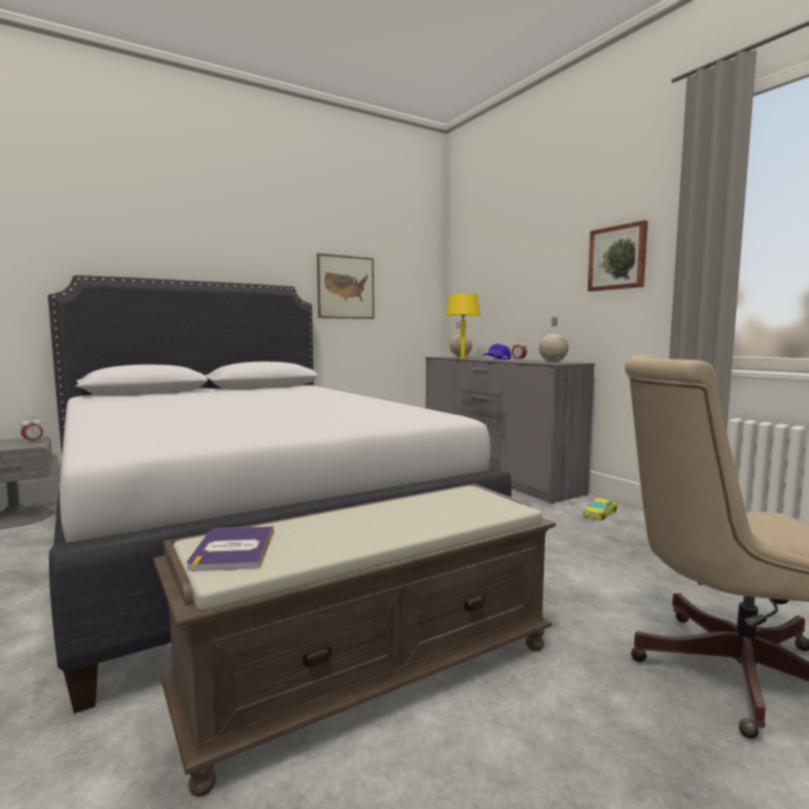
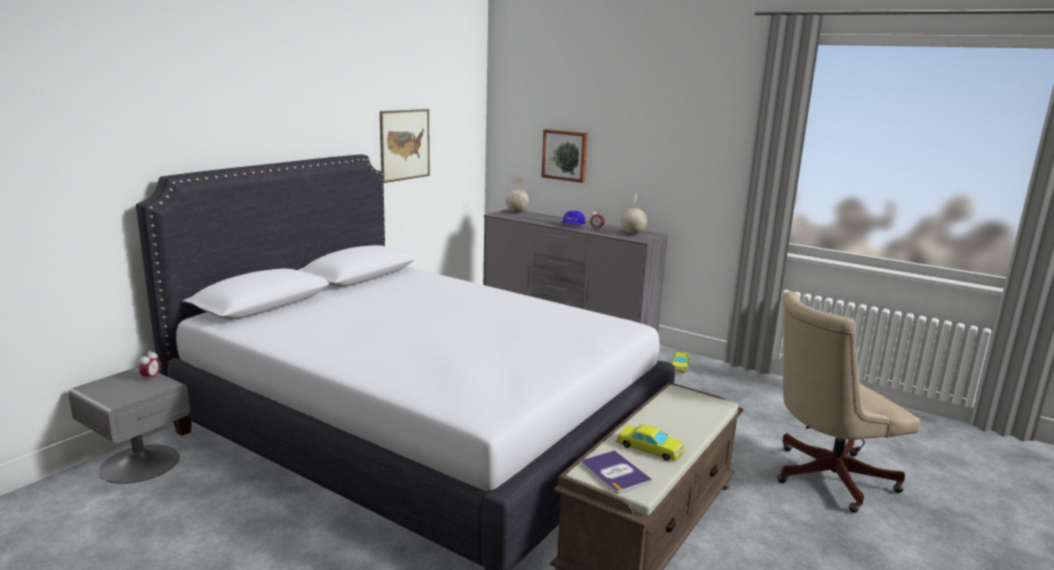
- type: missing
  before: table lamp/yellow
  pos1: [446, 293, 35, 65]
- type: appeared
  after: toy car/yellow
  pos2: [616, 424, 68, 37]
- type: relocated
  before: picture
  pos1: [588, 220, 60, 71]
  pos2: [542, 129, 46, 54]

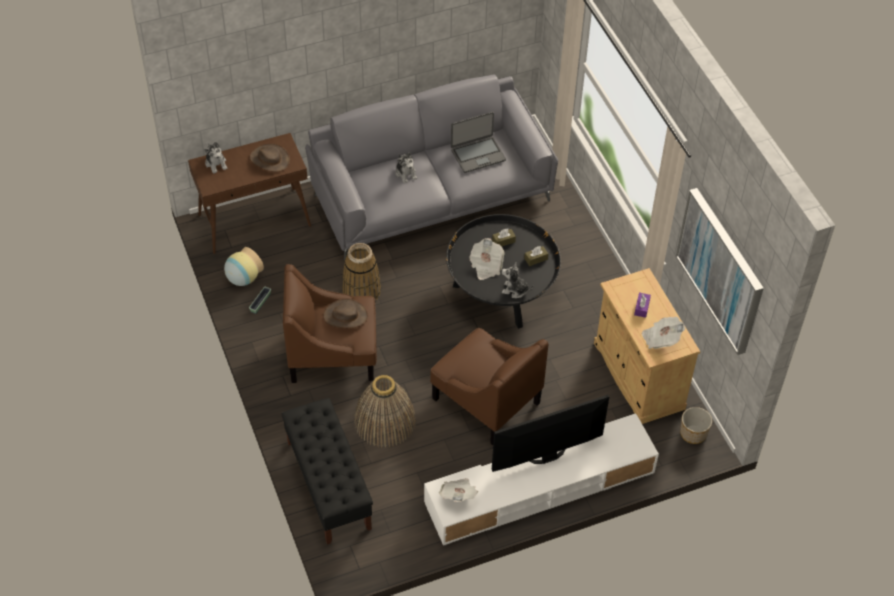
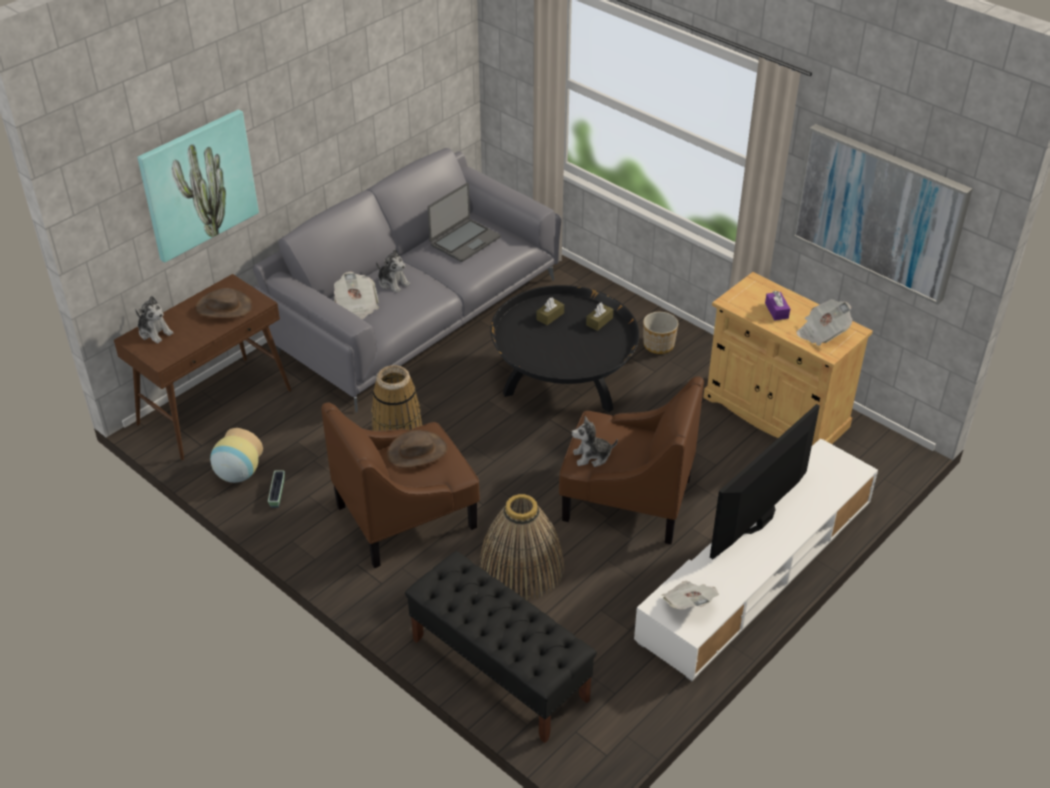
- type: appeared
  after: picture
  pos2: [137, 109, 122, 154]
- type: relocated
  before: newspaper
  pos1: [469, 238, 36, 42]
  pos2: [334, 272, 45, 47]
- type: relocated
  before: plush toy
  pos1: [502, 262, 32, 36]
  pos2: [571, 416, 47, 51]
- type: relocated
  before: planter
  pos1: [680, 407, 32, 37]
  pos2: [643, 312, 35, 42]

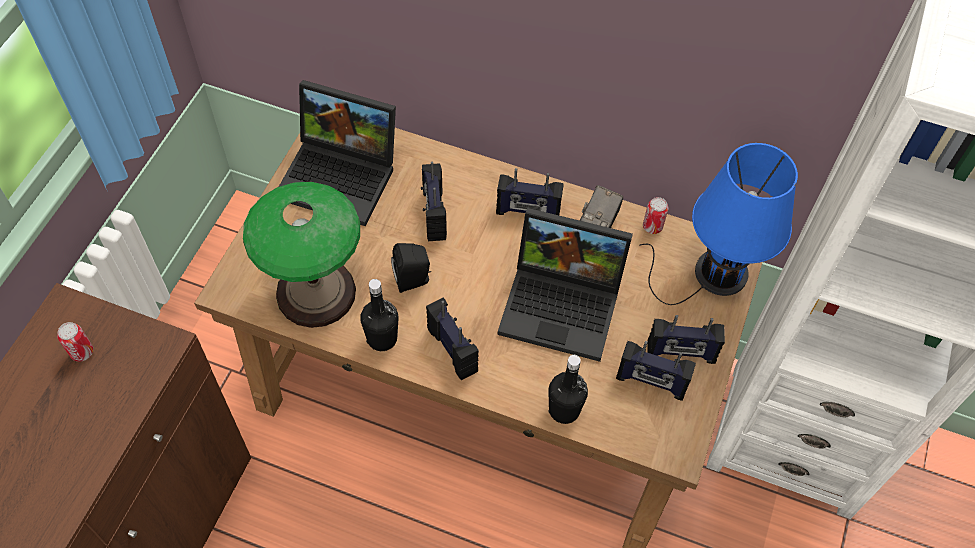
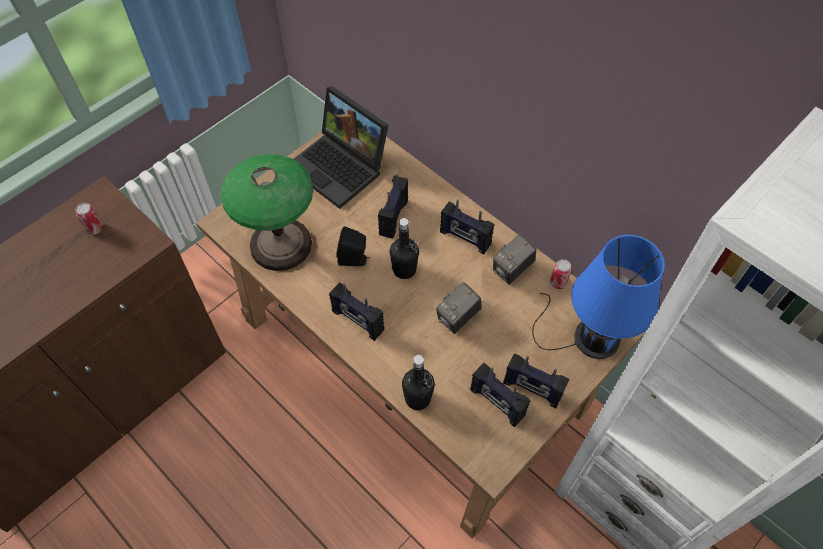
- type: relocated
  before: bottle/black
  pos1: [360, 279, 39, 72]
  pos2: [390, 218, 29, 61]
- type: exchanged
  before: laptop
  after: photo camera
  pos1: [497, 208, 136, 154]
  pos2: [436, 282, 46, 52]
- type: spun
  before: radio
  pos1: [426, 298, 53, 82]
  pos2: [329, 283, 56, 58]
  turn: 135

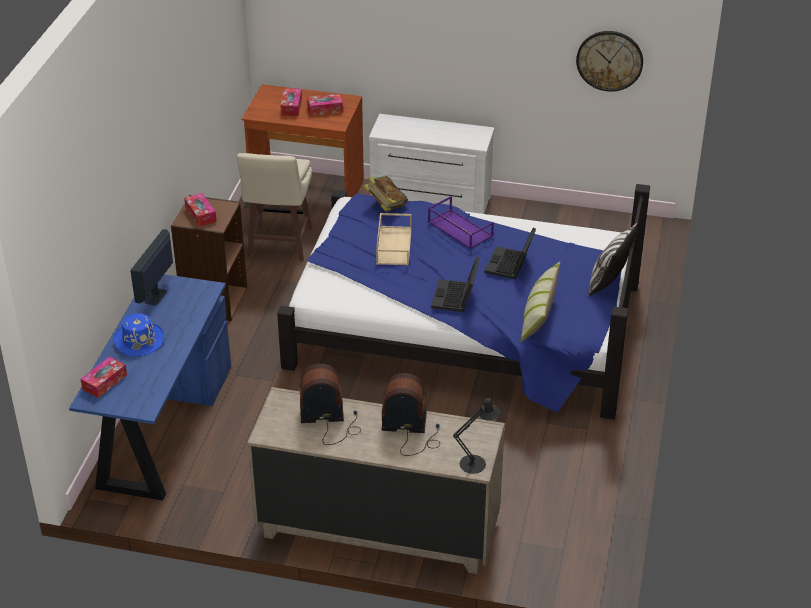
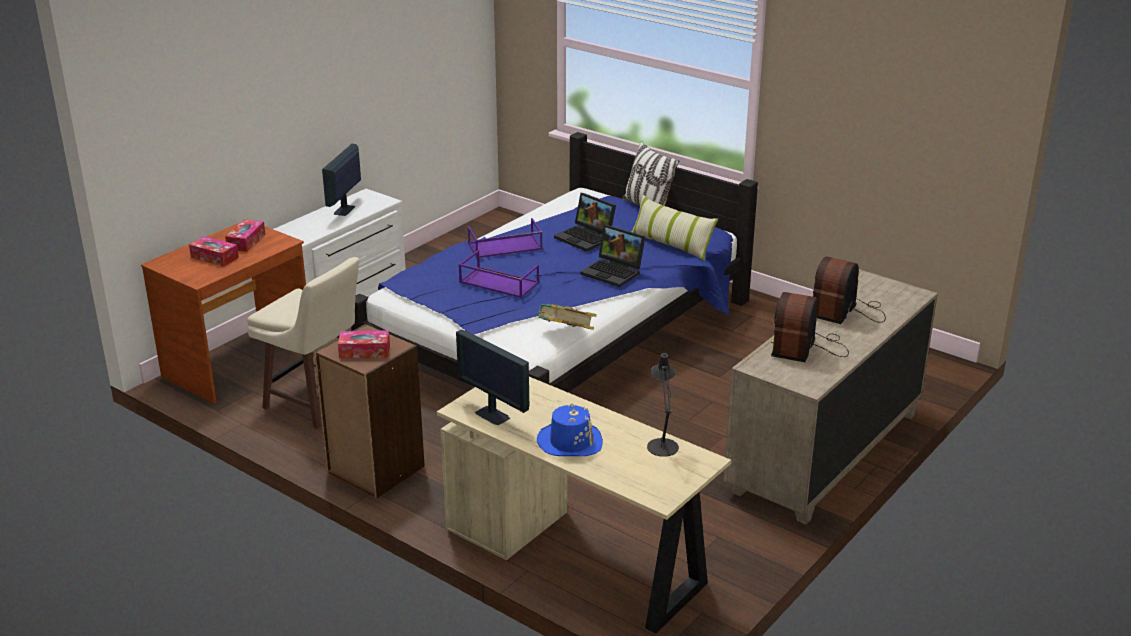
- type: missing
  before: tissue box
  pos1: [80, 356, 47, 42]
- type: missing
  before: wall clock
  pos1: [576, 31, 67, 61]
- type: appeared
  after: monitor
  pos2: [322, 144, 39, 72]
- type: relocated
  before: book
  pos1: [363, 176, 45, 36]
  pos2: [536, 304, 61, 26]
- type: relocated
  before: table lamp/black
  pos1: [453, 397, 47, 77]
  pos2: [647, 352, 32, 105]
- type: colour
  before: desk/blue
  after: desk/beige
  pos1: [69, 274, 162, 227]
  pos2: [437, 377, 294, 256]
- type: colour
  before: tray/beige
  after: tray/purple
  pos1: [376, 213, 36, 52]
  pos2: [458, 250, 81, 48]

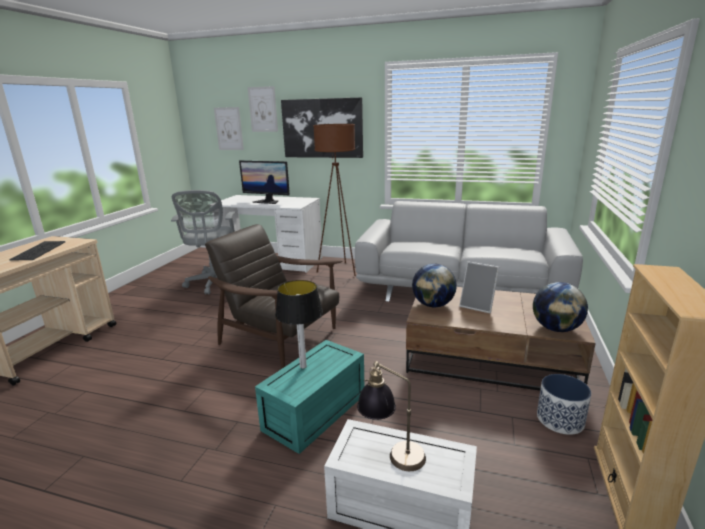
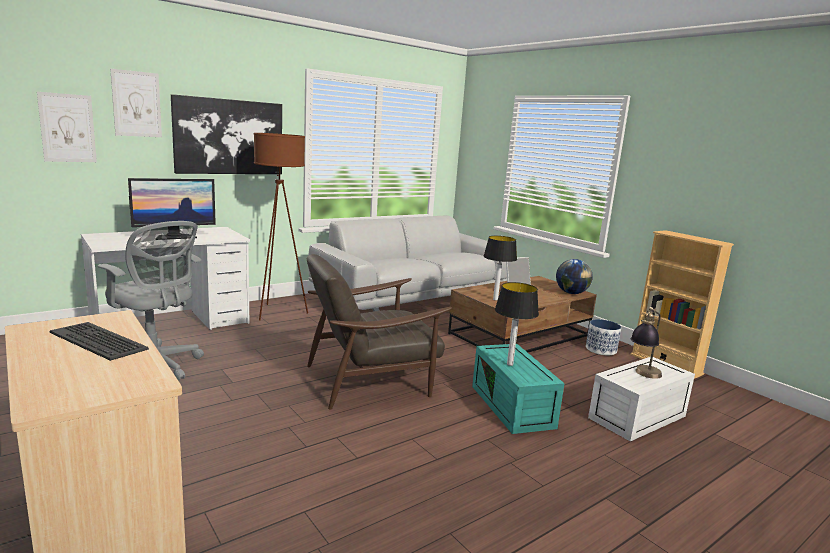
- type: exchanged
  before: globe
  after: table lamp
  pos1: [412, 264, 45, 43]
  pos2: [483, 236, 34, 65]

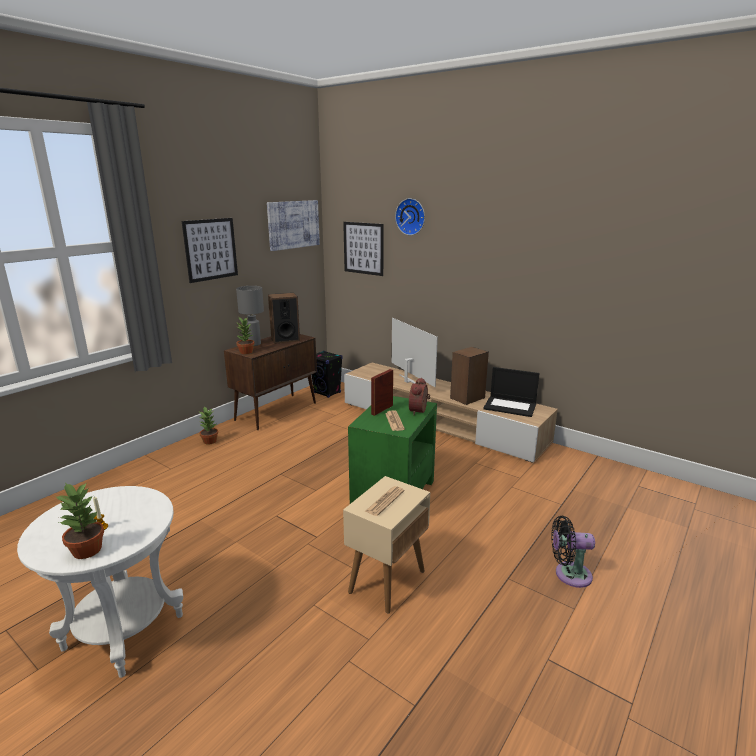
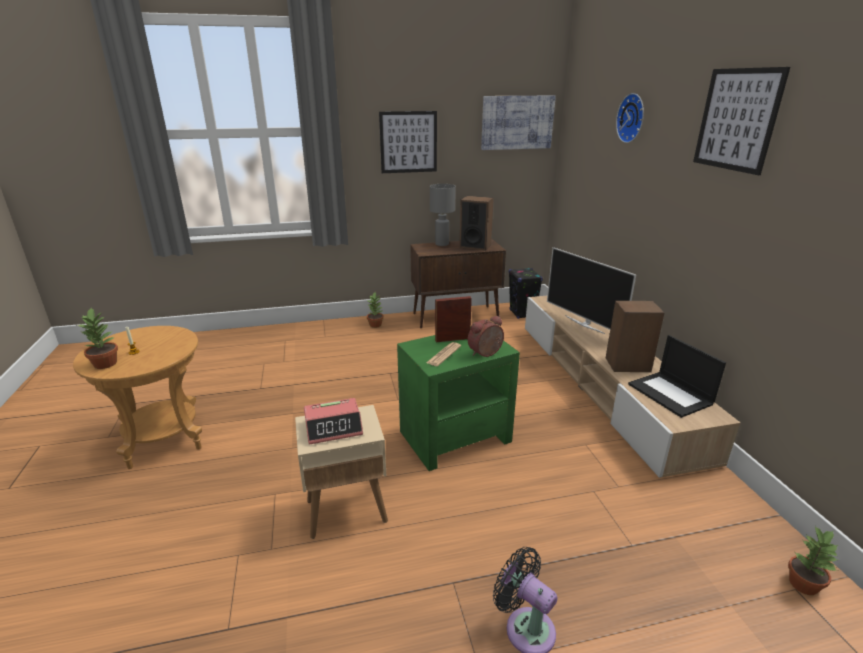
- type: relocated
  before: potted plant
  pos1: [236, 318, 19, 36]
  pos2: [788, 526, 50, 69]
- type: relocated
  before: picture
  pos1: [343, 222, 41, 54]
  pos2: [693, 67, 97, 108]
- type: exchanged
  before: newspaper
  after: alarm clock
  pos1: [365, 486, 39, 30]
  pos2: [304, 398, 59, 47]
- type: colour
  before: side table/white
  after: side table/brown
  pos1: [17, 486, 166, 192]
  pos2: [73, 326, 129, 143]
- type: spun
  before: television
  pos1: [392, 318, 46, 69]
  pos2: [547, 247, 89, 87]
  turn: 135

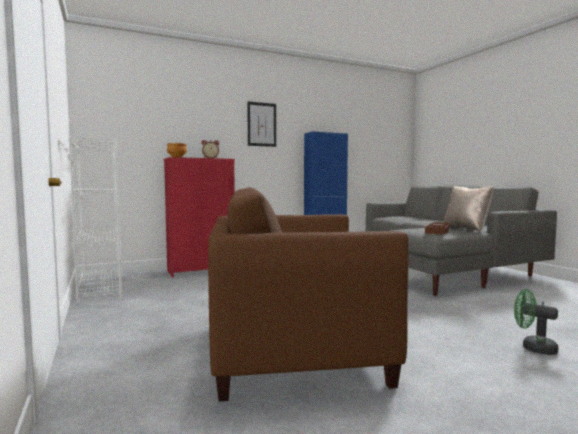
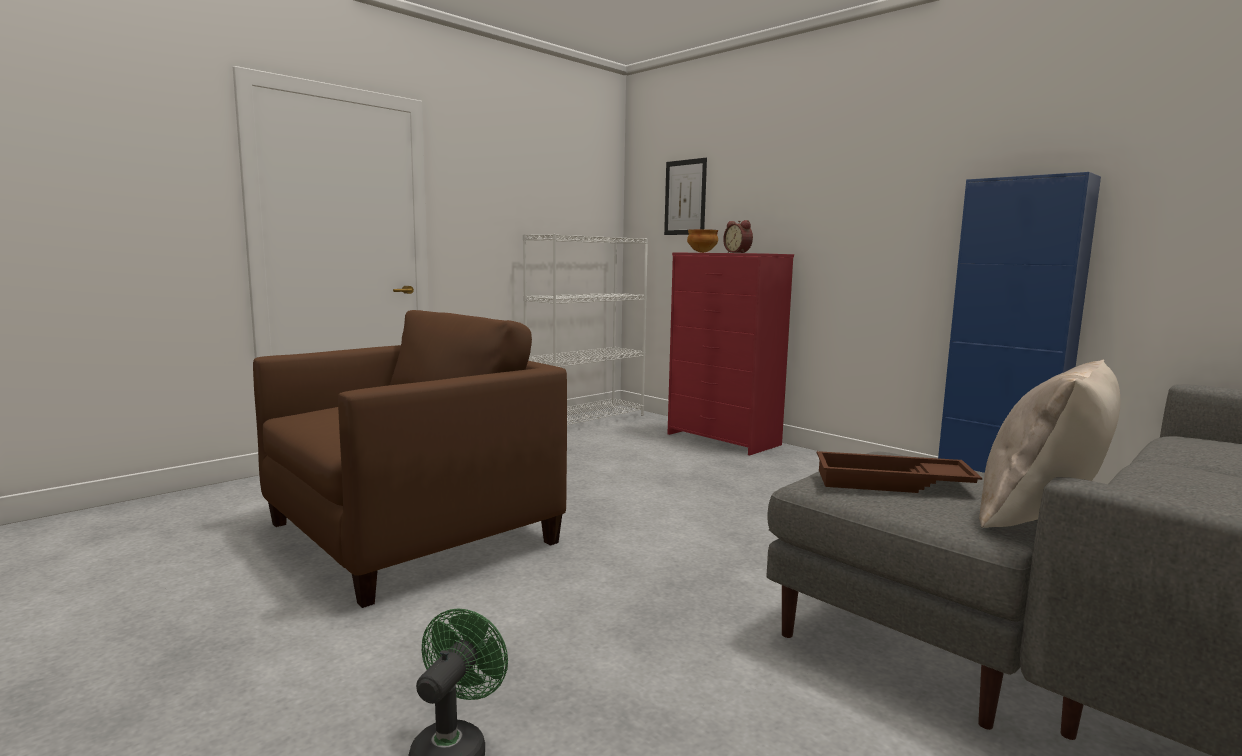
- type: relocated
  before: picture
  pos1: [247, 101, 29, 46]
  pos2: [664, 158, 43, 77]
- type: spun
  before: armchair/brown
  pos1: [208, 187, 201, 215]
  pos2: [253, 310, 314, 298]
  turn: 75

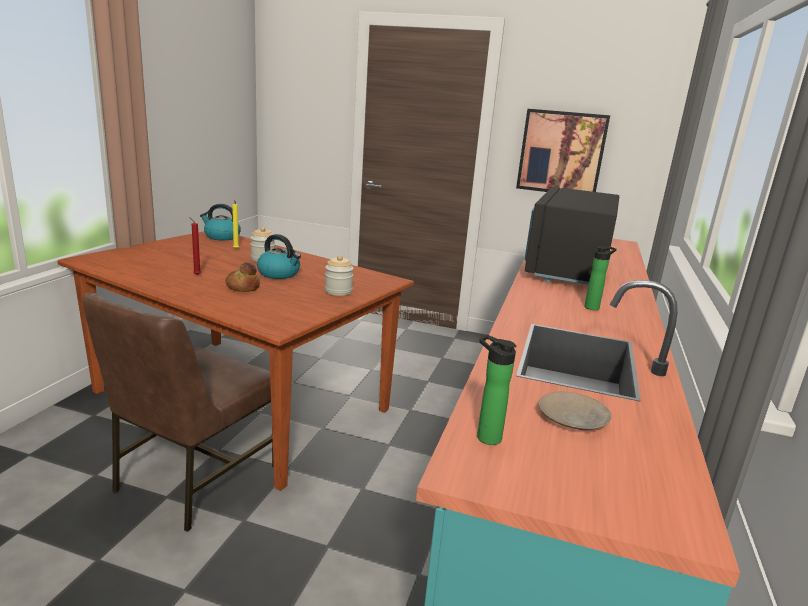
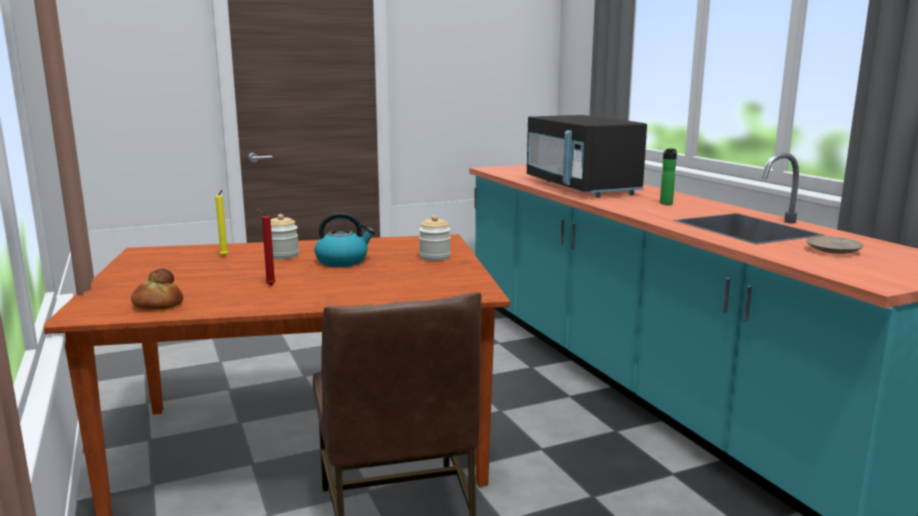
- type: missing
  before: kettle
  pos1: [200, 204, 41, 36]
- type: missing
  before: bottle
  pos1: [477, 335, 40, 110]
- type: missing
  before: picture
  pos1: [516, 109, 94, 83]
- type: relocated
  before: bread
  pos1: [225, 262, 35, 30]
  pos2: [131, 268, 52, 42]

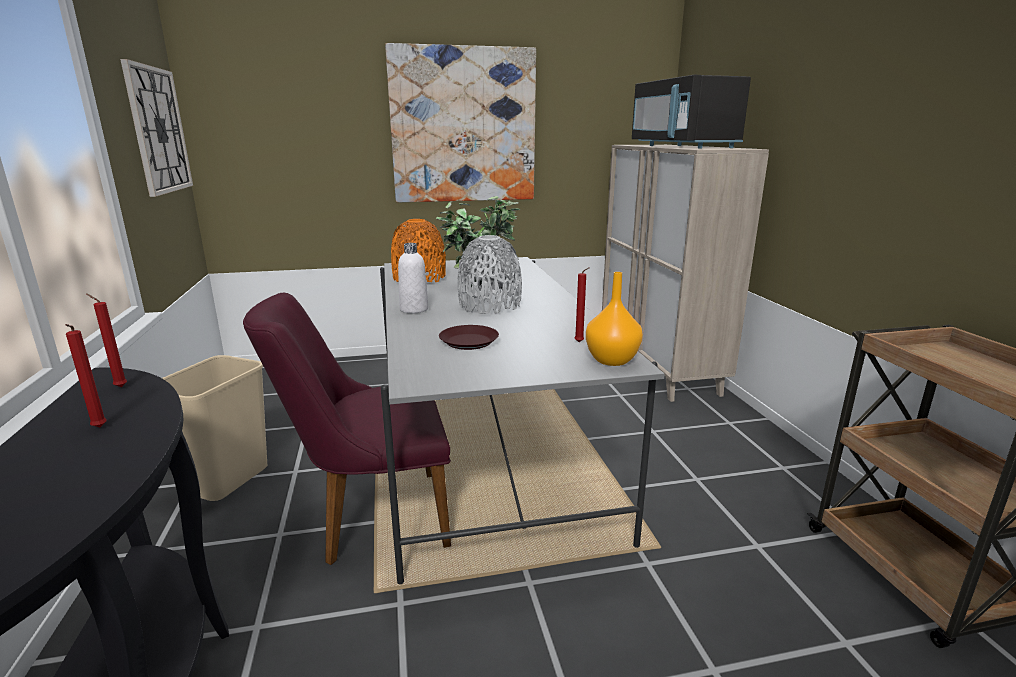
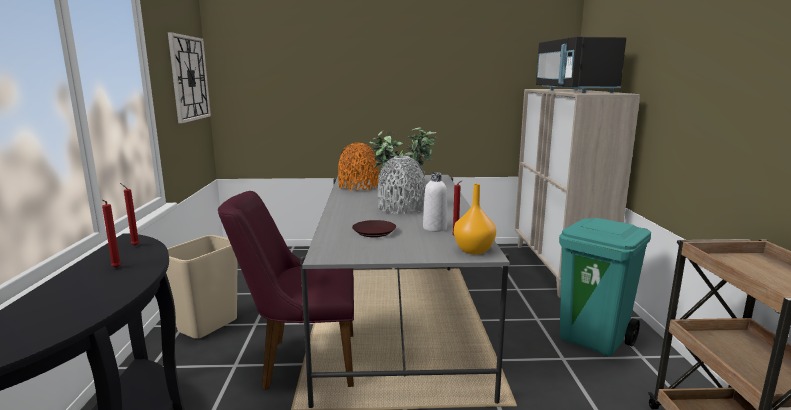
- type: missing
  before: picture
  pos1: [385, 43, 151, 159]
- type: appeared
  after: trash can/turquoise
  pos2: [559, 218, 92, 138]
- type: relocated
  before: bottle/white
  pos1: [398, 243, 30, 70]
  pos2: [423, 172, 24, 60]

